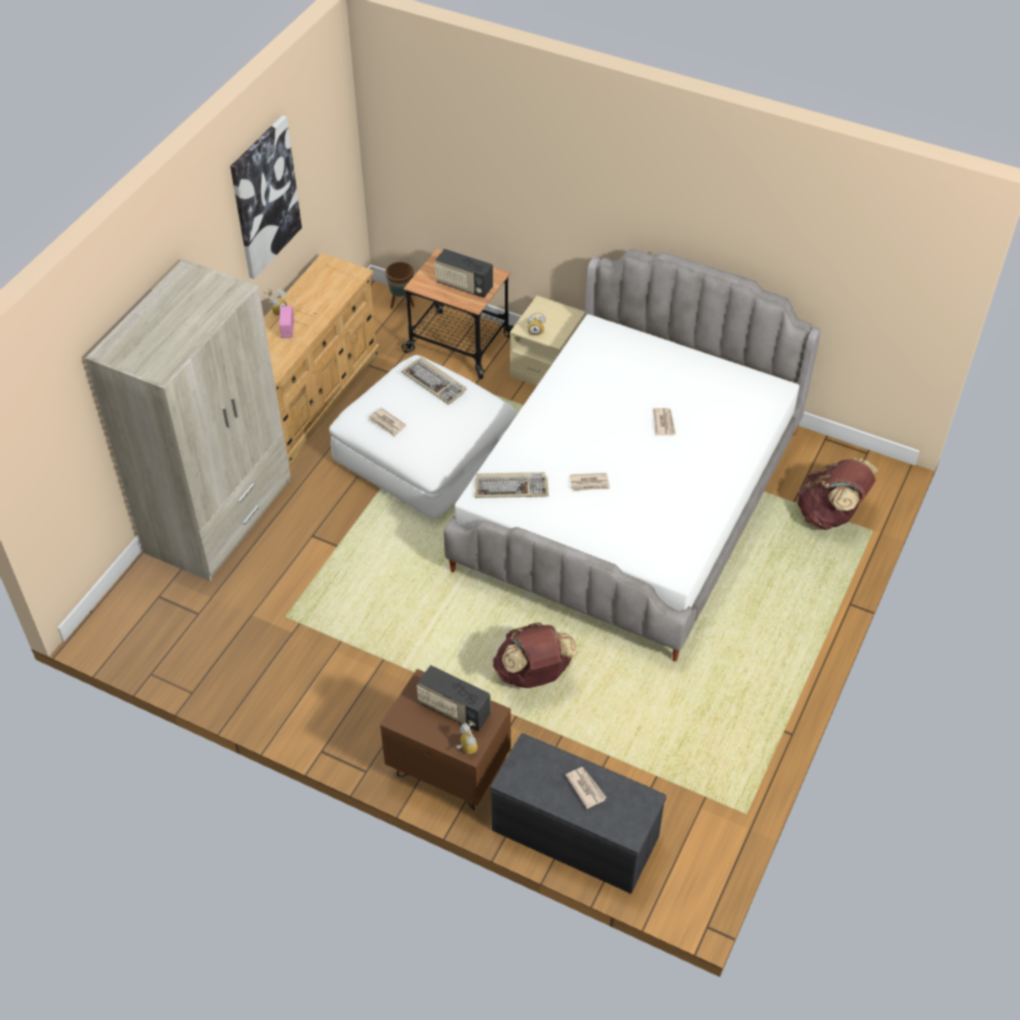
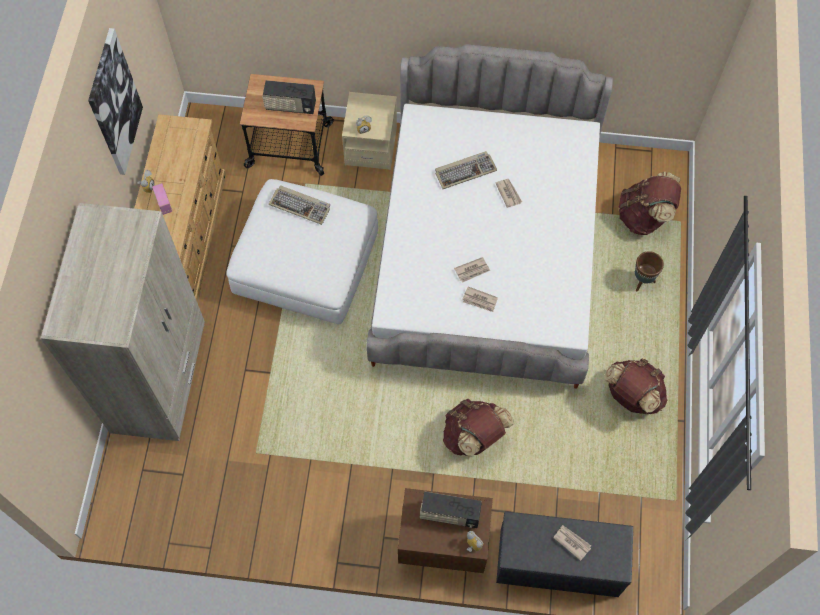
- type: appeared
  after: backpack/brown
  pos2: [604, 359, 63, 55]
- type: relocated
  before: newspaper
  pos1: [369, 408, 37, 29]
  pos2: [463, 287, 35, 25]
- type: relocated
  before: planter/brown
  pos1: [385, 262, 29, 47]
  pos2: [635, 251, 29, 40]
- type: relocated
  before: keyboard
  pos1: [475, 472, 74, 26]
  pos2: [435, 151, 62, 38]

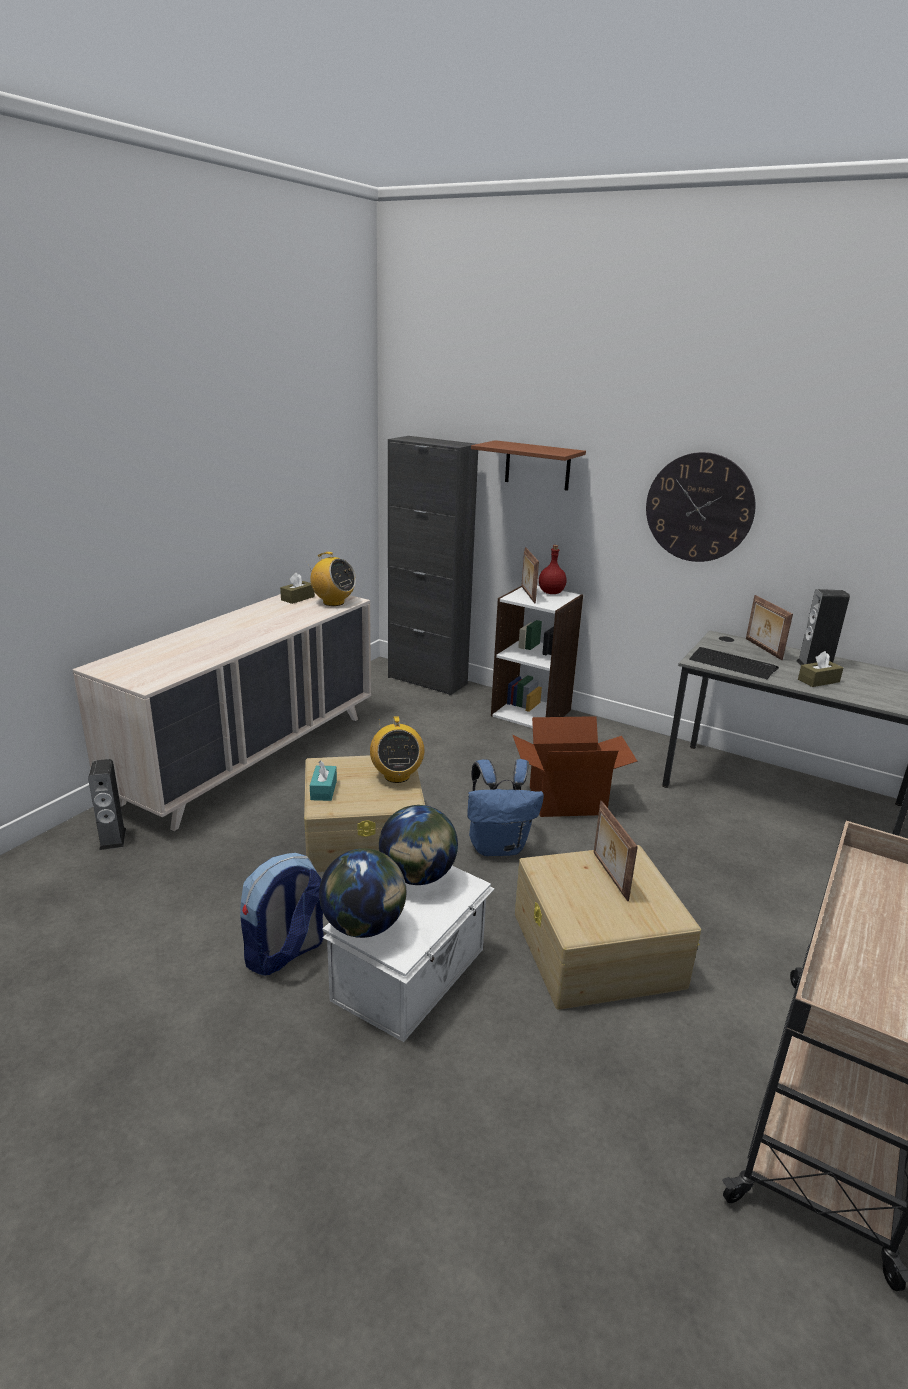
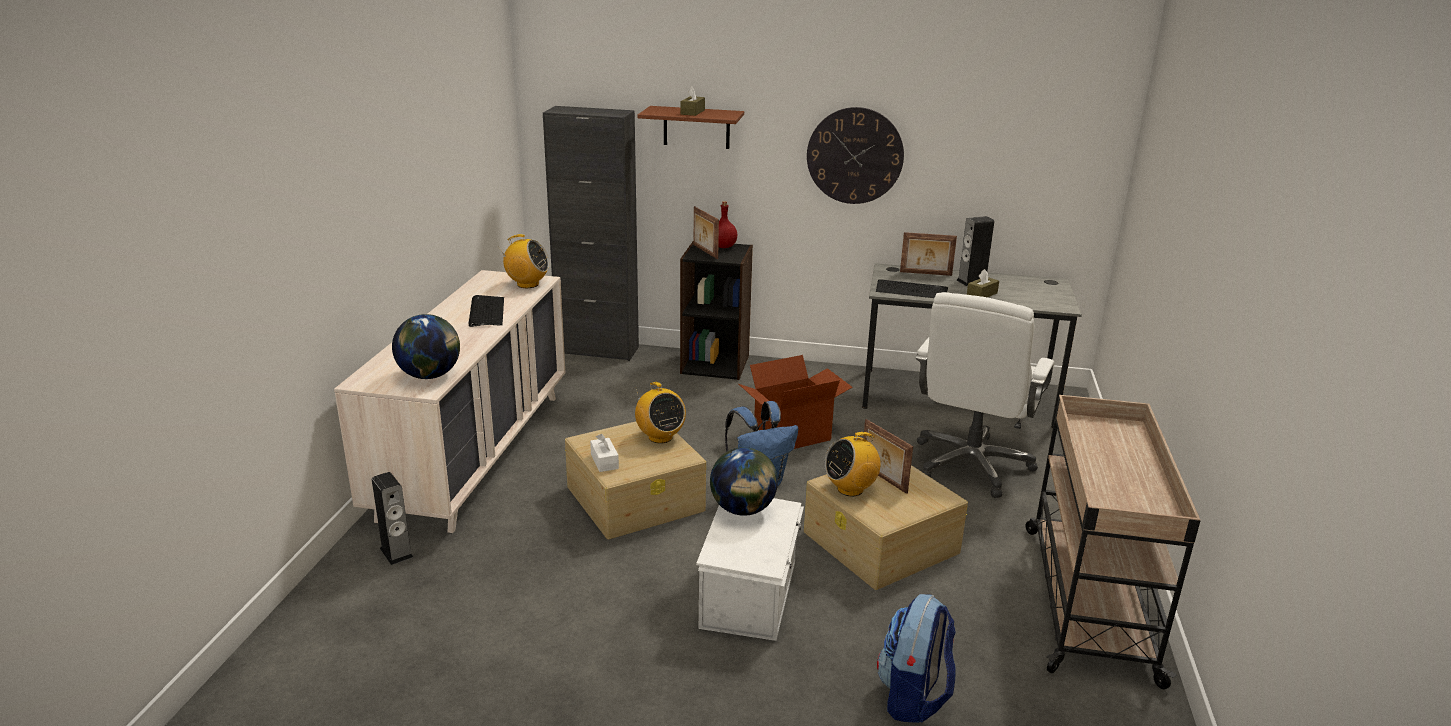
- type: appeared
  after: keyboard
  pos2: [469, 295, 35, 32]
- type: appeared
  after: radio
  pos2: [824, 431, 57, 65]
- type: appeared
  after: office chair/white
  pos2: [915, 292, 140, 206]
- type: relocated
  before: backpack
  pos1: [240, 853, 84, 123]
  pos2: [877, 594, 79, 129]
- type: relocated
  before: tissue box/brown
  pos1: [280, 573, 35, 31]
  pos2: [680, 86, 25, 30]
- type: relocated
  before: globe
  pos1: [319, 848, 87, 90]
  pos2: [392, 314, 68, 65]
- type: colour
  before: tissue box/turquoise
  after: tissue box/white
  pos1: [310, 760, 27, 41]
  pos2: [590, 434, 29, 38]
- type: colour
  before: bookcase/white
  after: bookcase/black
  pos1: [491, 586, 92, 142]
  pos2: [680, 240, 73, 140]
- type: spun
  before: picture frame
  pos1: [746, 595, 47, 65]
  pos2: [900, 232, 57, 44]
  turn: -45

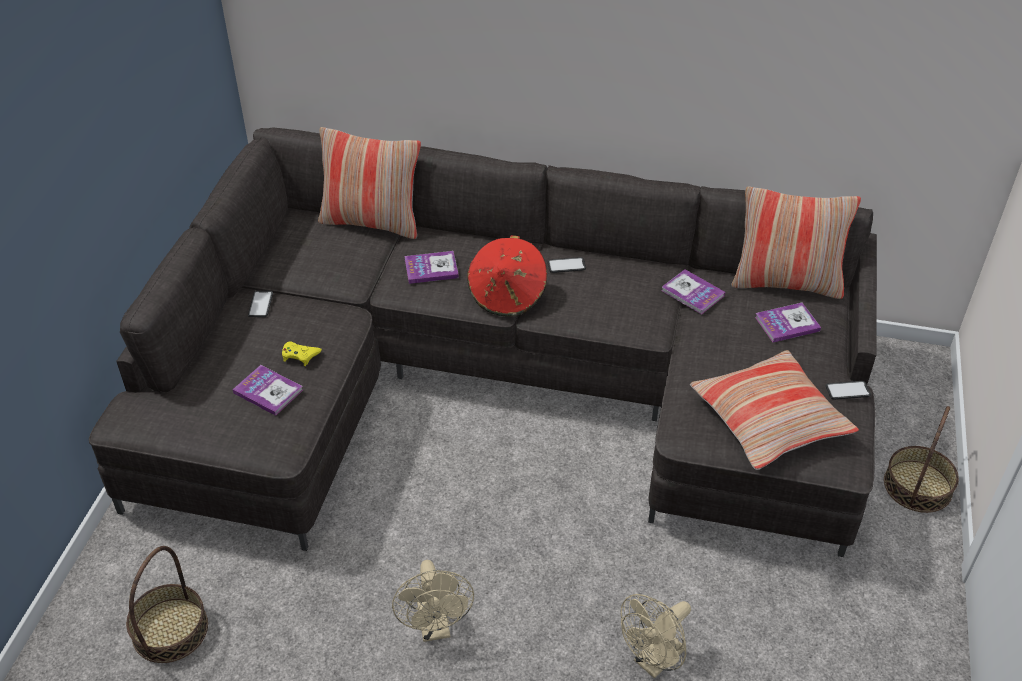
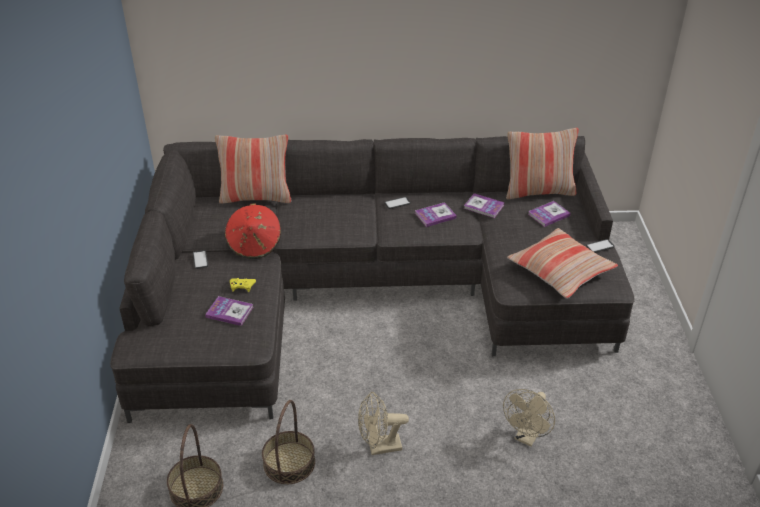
- type: relocated
  before: book
  pos1: [405, 251, 54, 33]
  pos2: [415, 202, 42, 25]
- type: relocated
  before: hat/red
  pos1: [467, 235, 80, 81]
  pos2: [225, 203, 56, 56]
- type: relocated
  before: basket
  pos1: [884, 406, 75, 107]
  pos2: [262, 400, 53, 84]
- type: spun
  before: fan/beige
  pos1: [392, 560, 82, 82]
  pos2: [358, 392, 51, 63]
  turn: 105

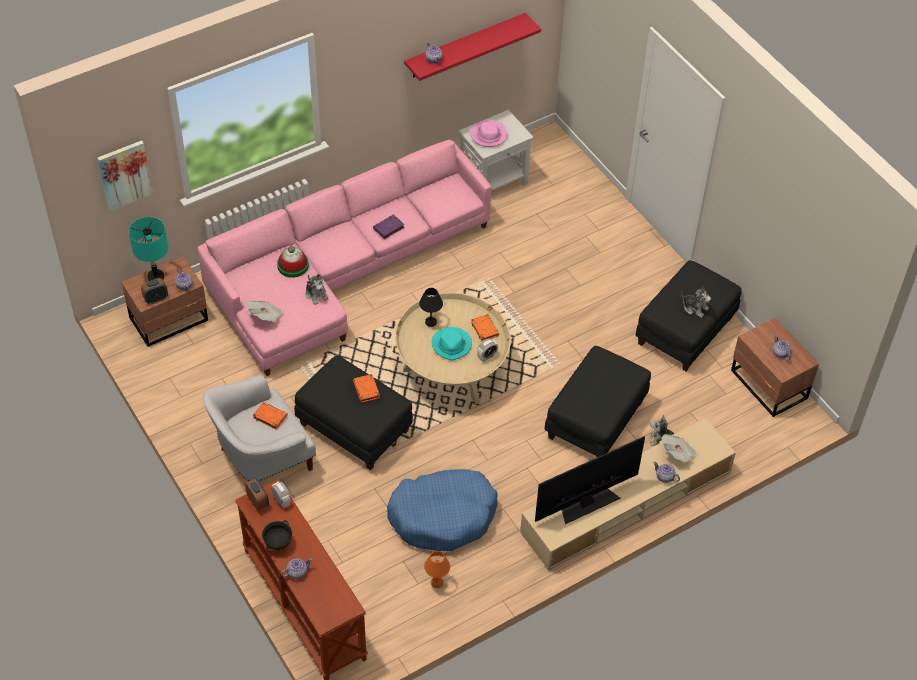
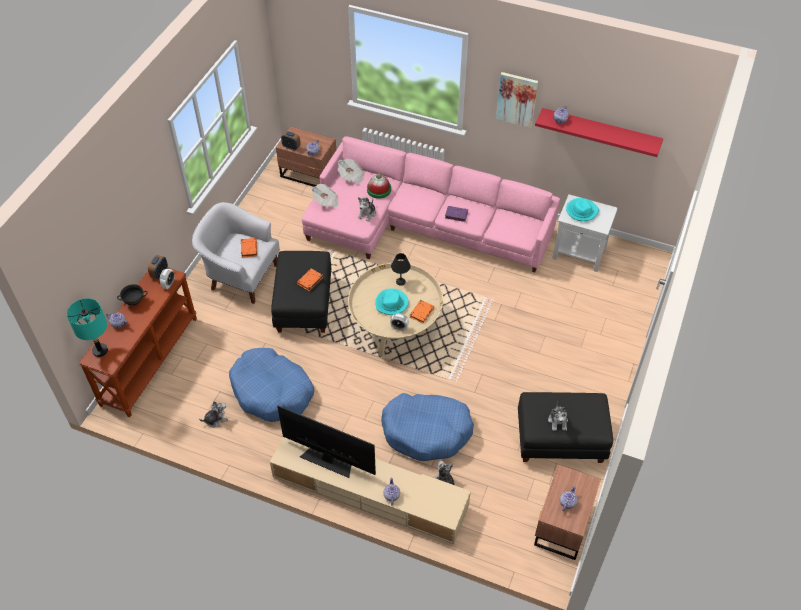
- type: relocated
  before: picture
  pos1: [97, 140, 56, 71]
  pos2: [496, 72, 42, 56]
- type: relocated
  before: table lamp/turquoise
  pos1: [129, 217, 39, 64]
  pos2: [67, 298, 41, 59]
- type: relocated
  before: newspaper
  pos1: [662, 434, 36, 29]
  pos2: [338, 159, 27, 26]
- type: exchanged
  before: table lamp/orange
  after: plush toy
  pos1: [424, 551, 26, 37]
  pos2: [199, 401, 29, 26]
- type: exchanged
  before: ottoman/black
  after: dog bed/blue
  pos1: [545, 346, 106, 112]
  pos2: [381, 393, 93, 68]
- type: colour
  before: hat/pink
  after: hat/turquoise
  pos1: [471, 120, 36, 27]
  pos2: [566, 198, 33, 23]

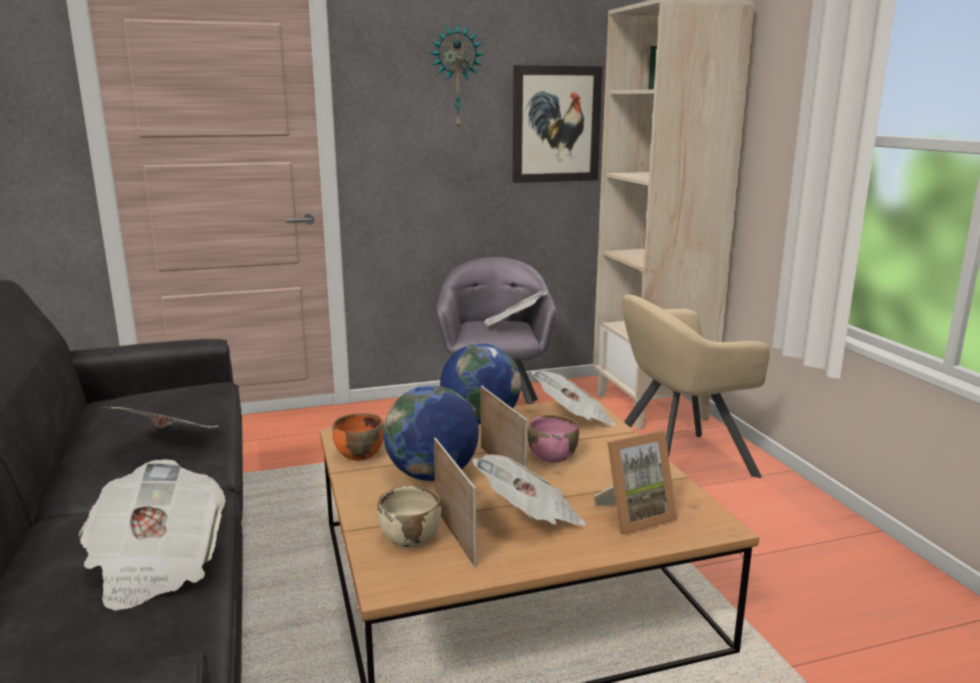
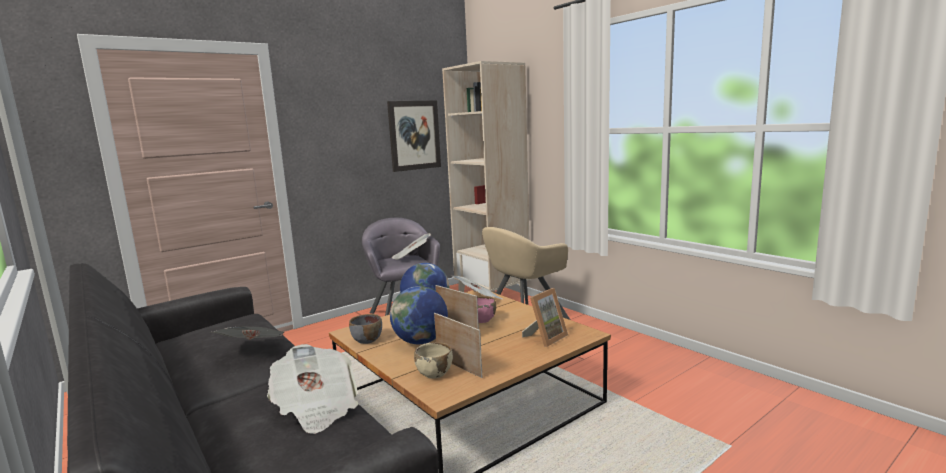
- type: missing
  before: wall clock
  pos1: [430, 23, 54, 107]
- type: missing
  before: newspaper
  pos1: [472, 455, 115, 71]
- type: colour
  before: bowl/orange
  after: bowl/grey
  pos1: [333, 413, 51, 48]
  pos2: [349, 314, 33, 30]

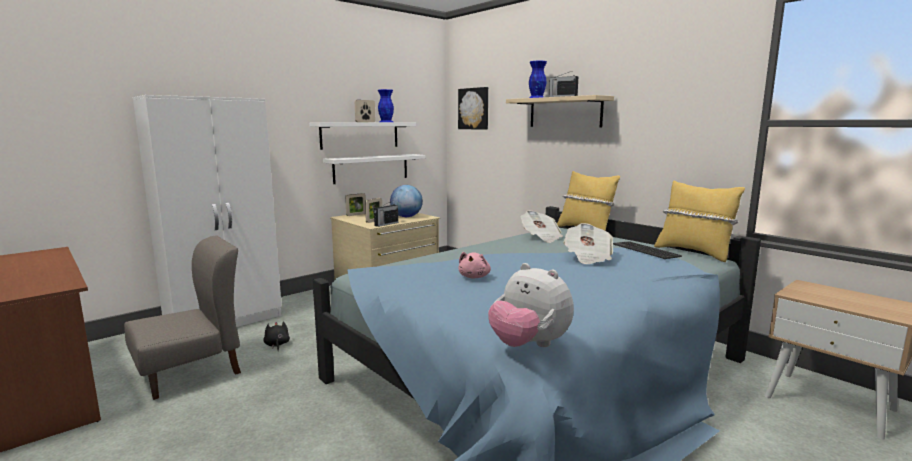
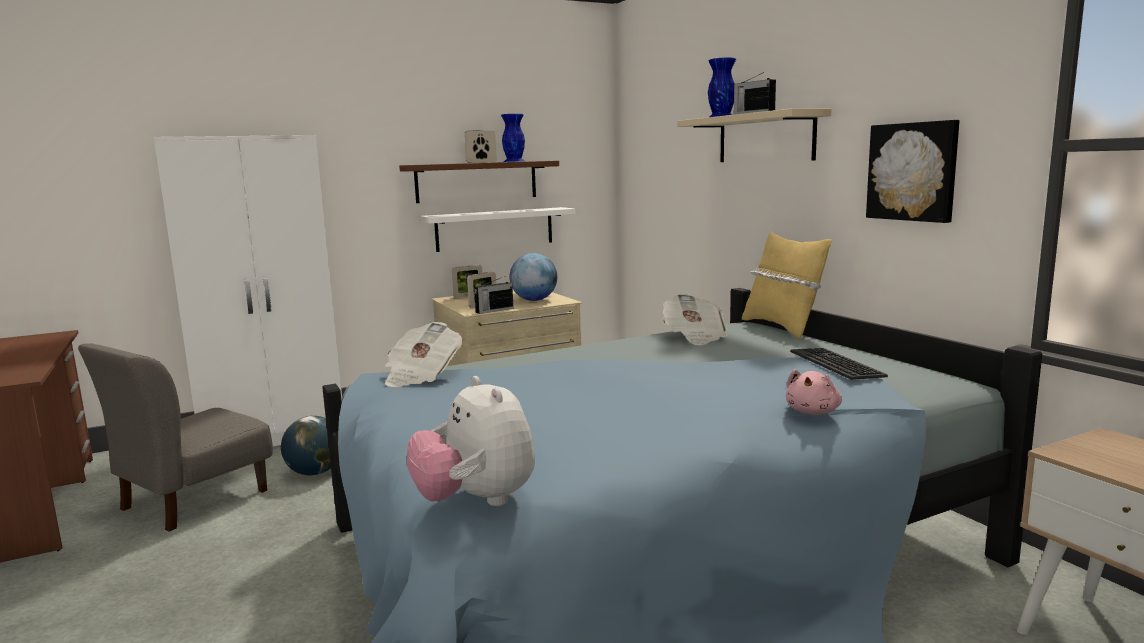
- type: missing
  before: pillow/yellow
  pos1: [654, 180, 91, 82]
- type: relocated
  before: picture
  pos1: [458, 87, 30, 43]
  pos2: [866, 120, 93, 103]
- type: relocated
  before: plush toy/pink
  pos1: [459, 252, 32, 26]
  pos2: [786, 369, 56, 45]
- type: relocated
  before: newspaper
  pos1: [563, 223, 50, 41]
  pos2: [385, 322, 77, 65]
- type: exchanged
  before: plush toy/black
  after: globe
  pos1: [264, 321, 26, 30]
  pos2: [281, 416, 50, 60]
- type: colour
  before: shelf/white
  after: shelf/brown
  pos1: [309, 122, 107, 28]
  pos2: [399, 161, 160, 42]
- type: spun
  before: chair/grey
  pos1: [124, 235, 117, 165]
  pos2: [78, 343, 195, 189]
  turn: 150

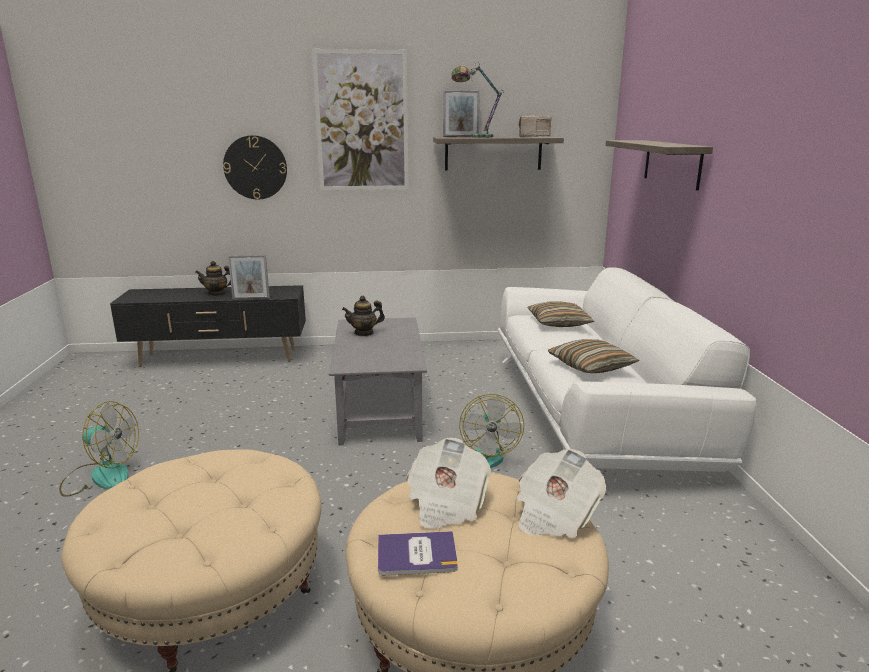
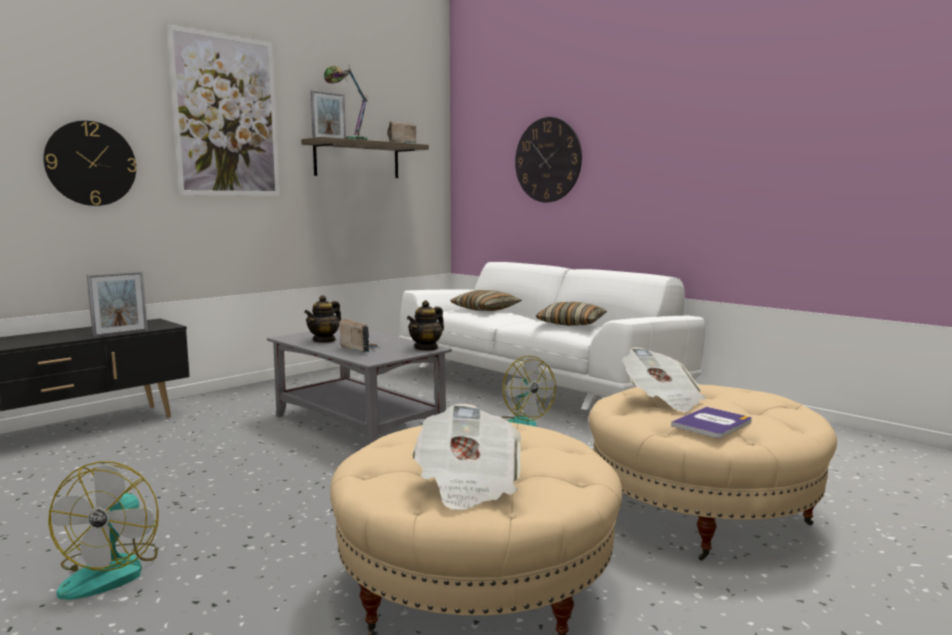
- type: appeared
  after: radio
  pos2: [339, 319, 42, 34]
- type: relocated
  before: teapot
  pos1: [195, 261, 36, 35]
  pos2: [407, 300, 37, 51]
- type: relocated
  before: newspaper
  pos1: [517, 449, 89, 89]
  pos2: [412, 404, 109, 106]
- type: exchanged
  before: shelf
  after: wall clock
  pos1: [606, 140, 107, 51]
  pos2: [515, 117, 67, 85]
- type: spun
  before: fan
  pos1: [59, 401, 80, 96]
  pos2: [48, 461, 111, 139]
  turn: 120

